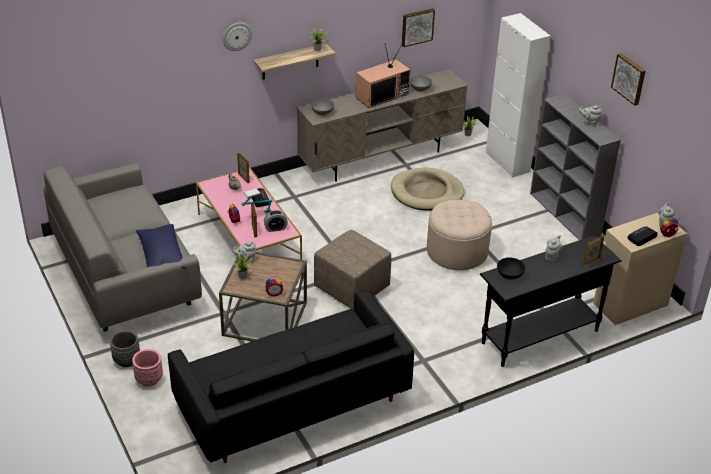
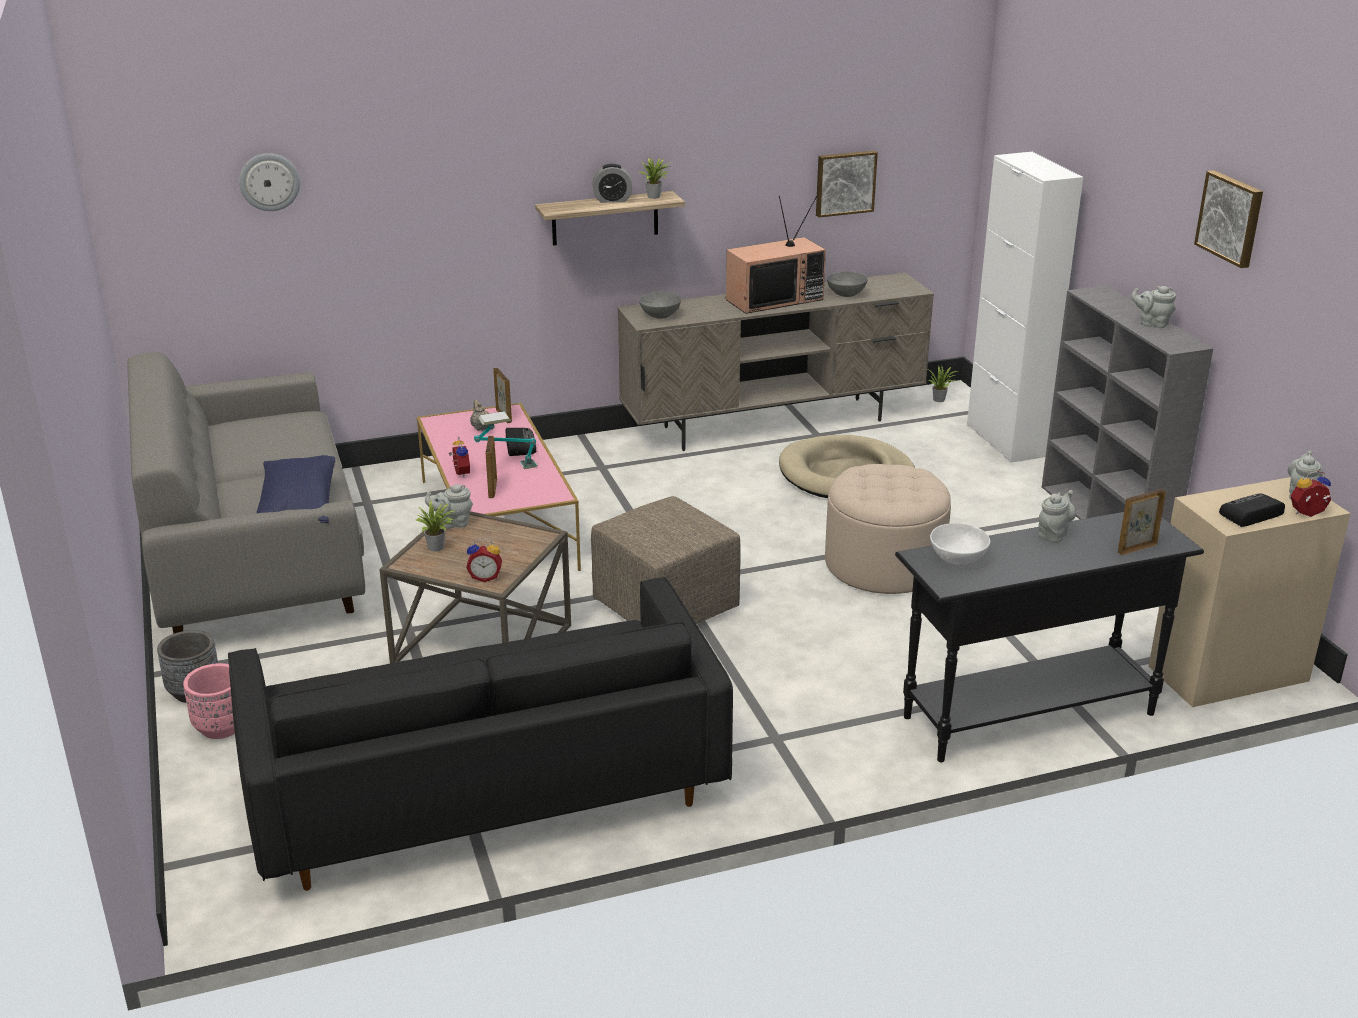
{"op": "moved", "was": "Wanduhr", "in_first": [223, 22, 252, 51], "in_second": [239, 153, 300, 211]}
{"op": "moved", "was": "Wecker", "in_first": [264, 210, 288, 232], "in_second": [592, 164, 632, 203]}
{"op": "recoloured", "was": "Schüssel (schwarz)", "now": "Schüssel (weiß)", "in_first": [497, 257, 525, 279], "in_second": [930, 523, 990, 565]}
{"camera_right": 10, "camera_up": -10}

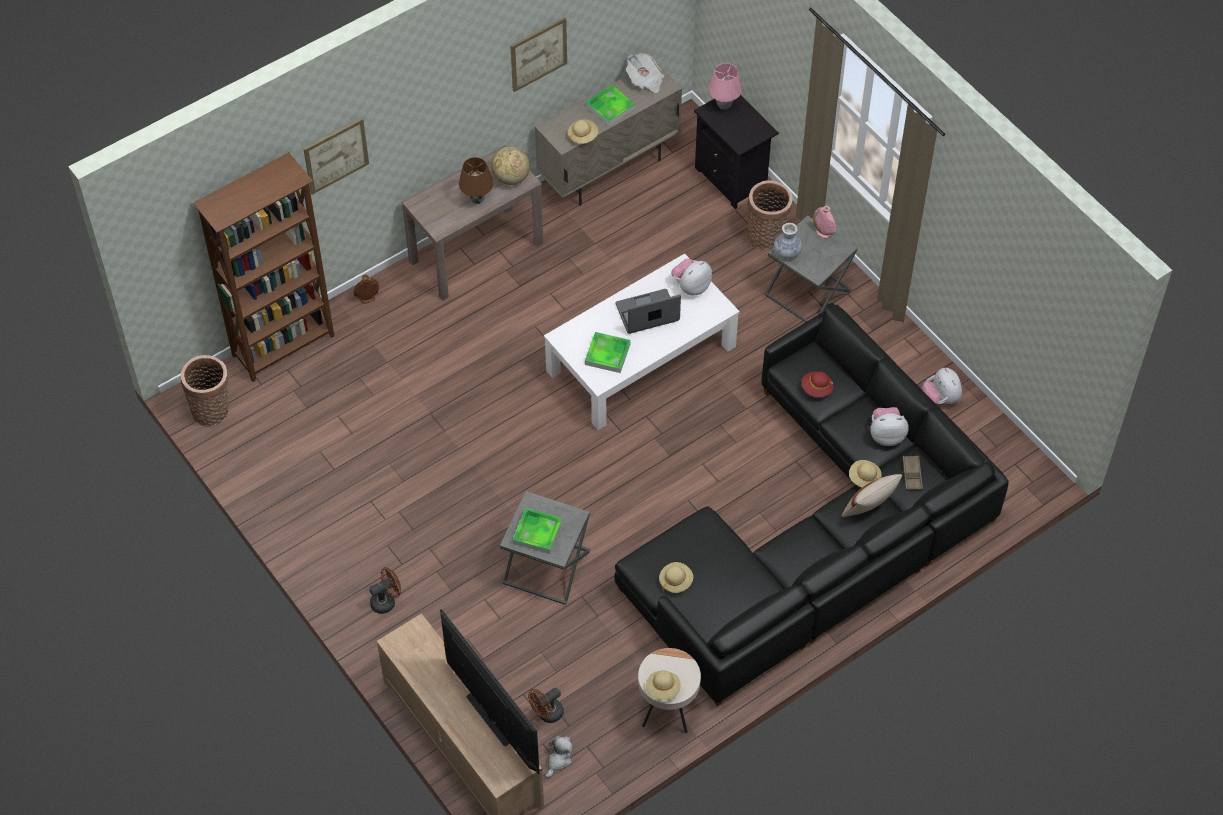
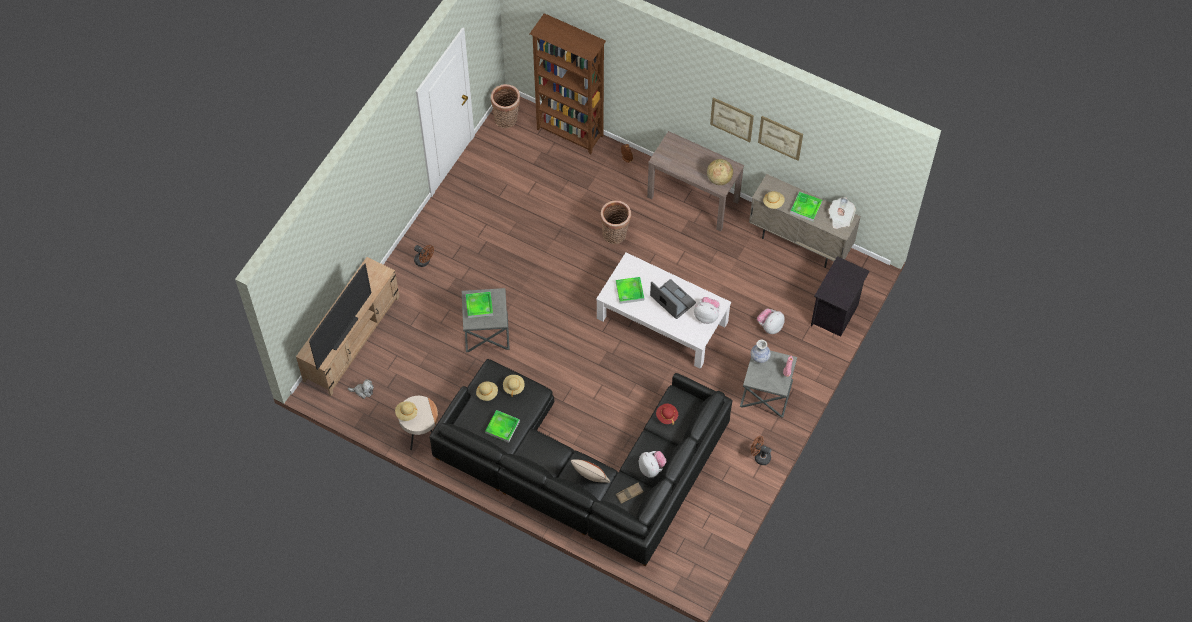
{"op": "removed", "was": "Tischlampe (rosa)", "in_first": [708, 63, 742, 110]}
{"op": "moved", "was": "Bild", "in_first": [303, 118, 369, 195], "in_second": [710, 98, 754, 142]}
{"op": "removed", "was": "Tischlampe (braun)", "in_first": [459, 157, 493, 204]}
{"op": "moved", "was": "Korb", "in_first": [747, 180, 793, 250], "in_second": [600, 200, 631, 244]}
{"op": "moved", "was": "Plüschtier", "in_first": [922, 368, 962, 404], "in_second": [757, 309, 785, 334]}
{"op": "moved", "was": "Hut (beige)", "in_first": [849, 460, 882, 487], "in_second": [503, 375, 525, 397]}
{"op": "moved", "was": "Ventilator (braun)", "in_first": [528, 687, 564, 723], "in_second": [751, 436, 772, 465]}
{"op": "added", "now": "Tablett", "in_second": [485, 410, 520, 443]}
{"camera_right": 65, "camera_up": 5}

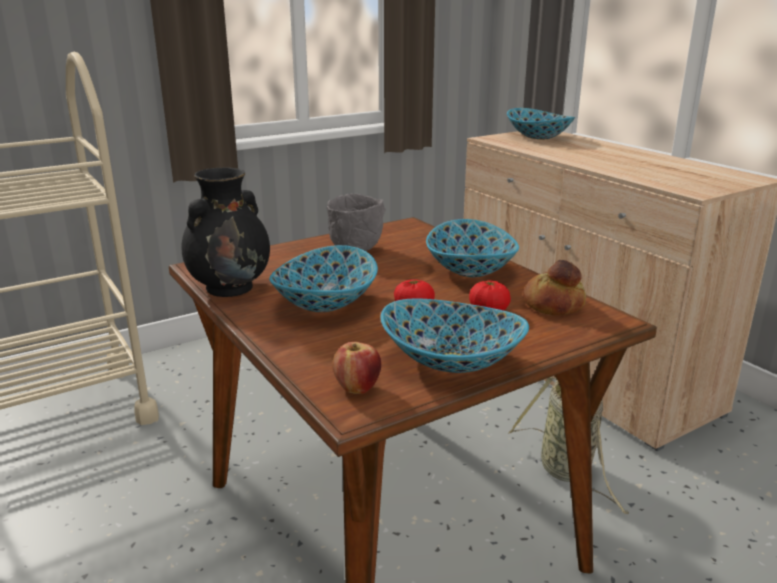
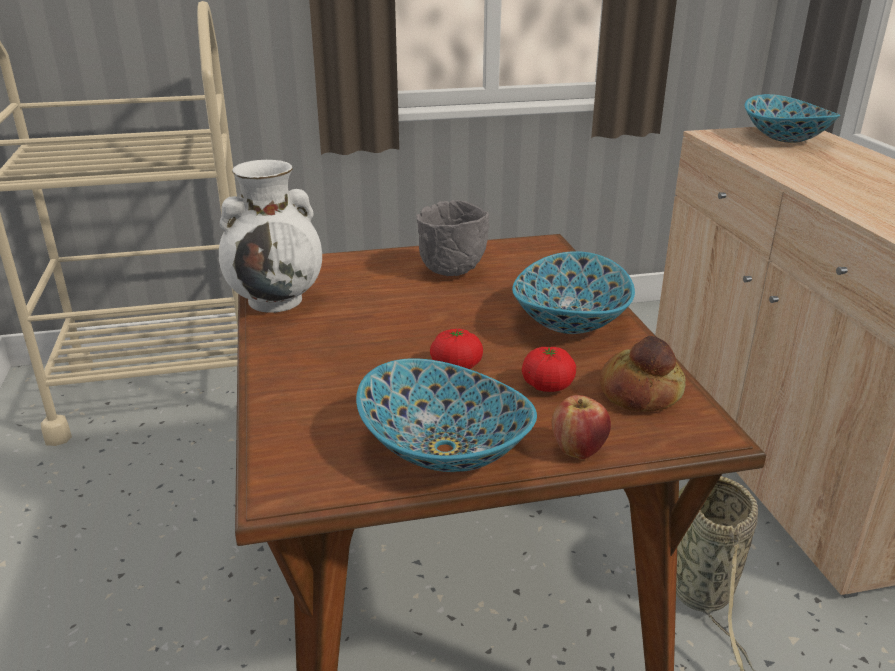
{"op": "recoloured", "was": "Vase (schwarz)", "now": "Vase (weiß)", "in_first": [181, 168, 270, 297], "in_second": [219, 160, 322, 313]}
{"op": "removed", "was": "Schüssel", "in_first": [269, 245, 378, 312]}
{"op": "moved", "was": "Apfel", "in_first": [332, 342, 381, 394], "in_second": [551, 395, 611, 459]}
{"camera_right": 20, "camera_up": 5}

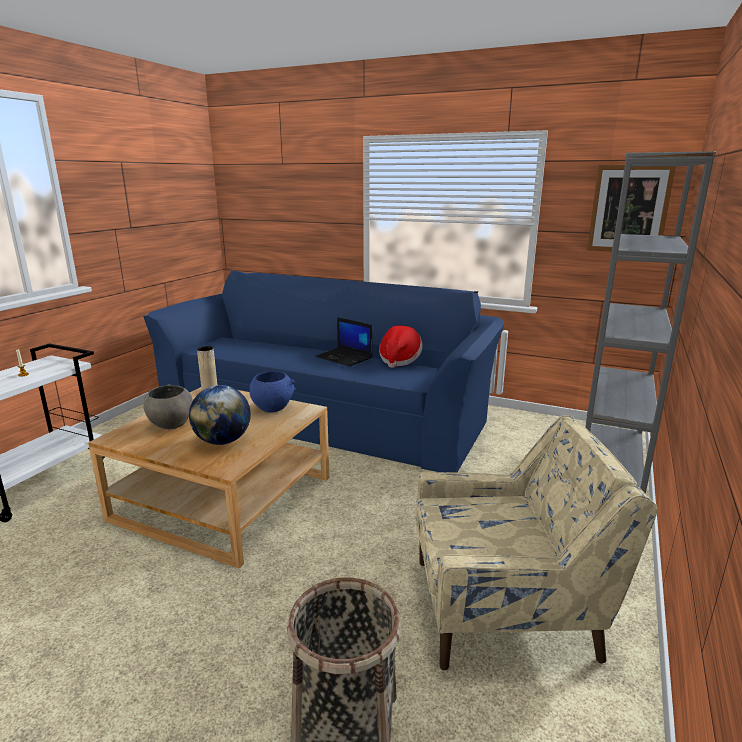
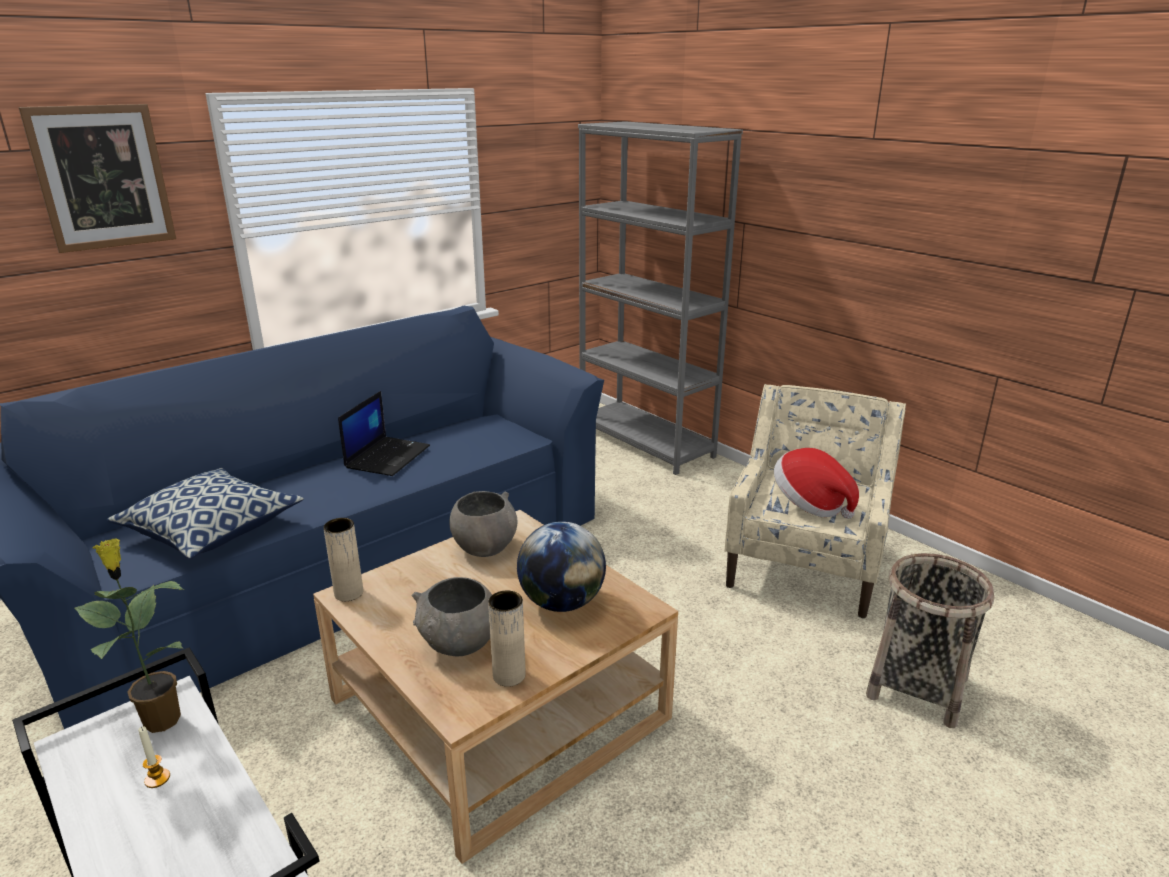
{"op": "moved", "was": "Bild", "in_first": [587, 165, 676, 251], "in_second": [18, 104, 176, 253]}
{"op": "turned", "was": "Laptop", "in_first": [315, 317, 372, 366], "in_second": [338, 391, 430, 476], "clockwise": -45}
{"op": "moved", "was": "Hut", "in_first": [379, 326, 423, 368], "in_second": [774, 448, 859, 519]}
{"op": "recoloured", "was": "Schüssel (blau)", "now": "Schüssel (grau)", "in_first": [249, 371, 295, 412], "in_second": [449, 491, 518, 557]}
{"op": "added", "now": "Kissen", "in_second": [107, 468, 304, 559]}
{"op": "added", "now": "Topfpflanze", "in_second": [75, 538, 185, 733]}
{"op": "added", "now": "Vase (beige)", "in_second": [488, 590, 526, 687]}
{"camera_right": -65, "camera_up": 5}

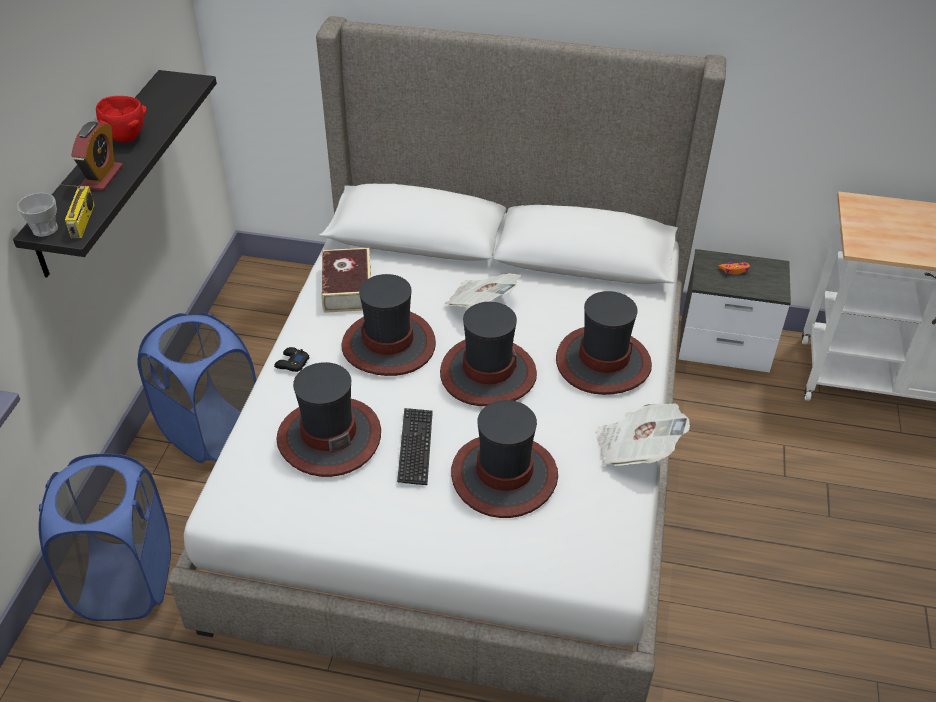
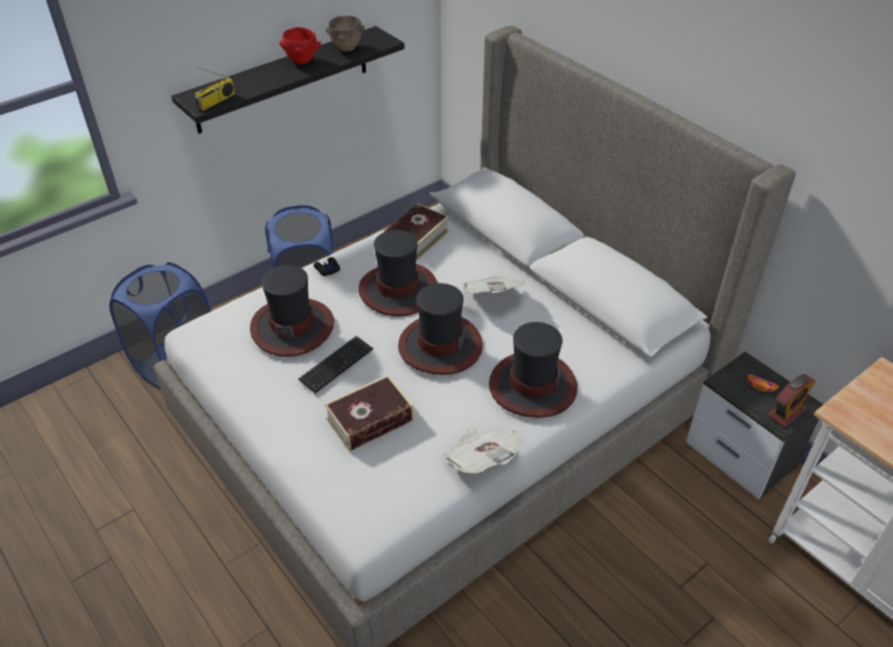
{"op": "moved", "was": "Wecker", "in_first": [71, 121, 123, 191], "in_second": [767, 374, 815, 428]}
{"op": "removed", "was": "Tasse", "in_first": [17, 193, 58, 237]}
{"op": "replaced", "was": "Hut", "now": "Buch", "in_first": [451, 400, 558, 518], "in_second": [324, 375, 414, 452]}
{"op": "added", "now": "Schüssel (braun)", "in_second": [325, 16, 365, 52]}
{"camera_right": 40, "camera_up": 0}

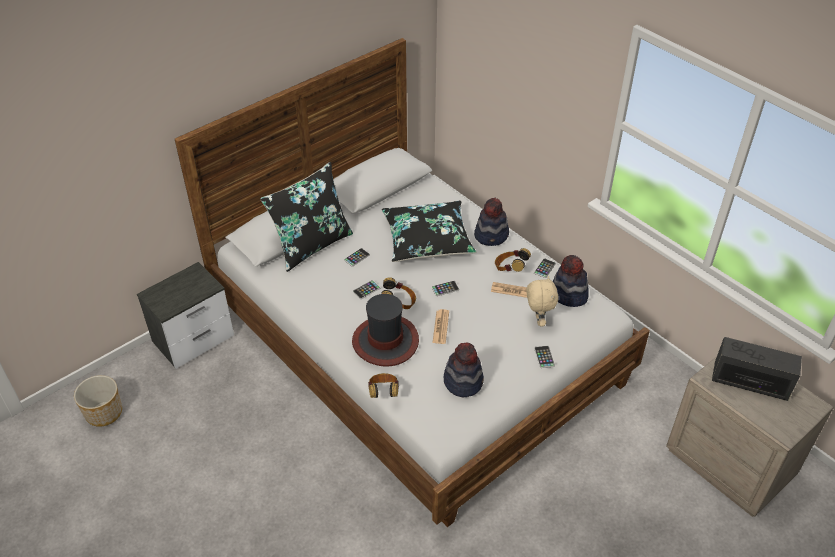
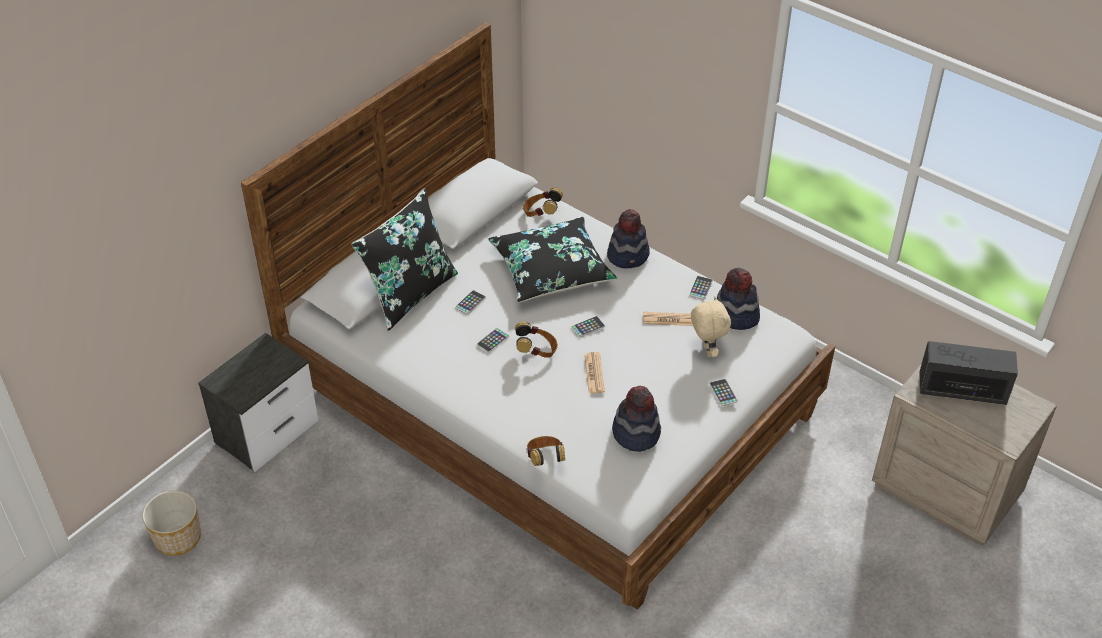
{"op": "moved", "was": "Kopfhörer", "in_first": [495, 248, 531, 272], "in_second": [523, 188, 563, 217]}
{"op": "removed", "was": "Hut", "in_first": [352, 294, 419, 366]}
{"camera_right": -10, "camera_up": 0}

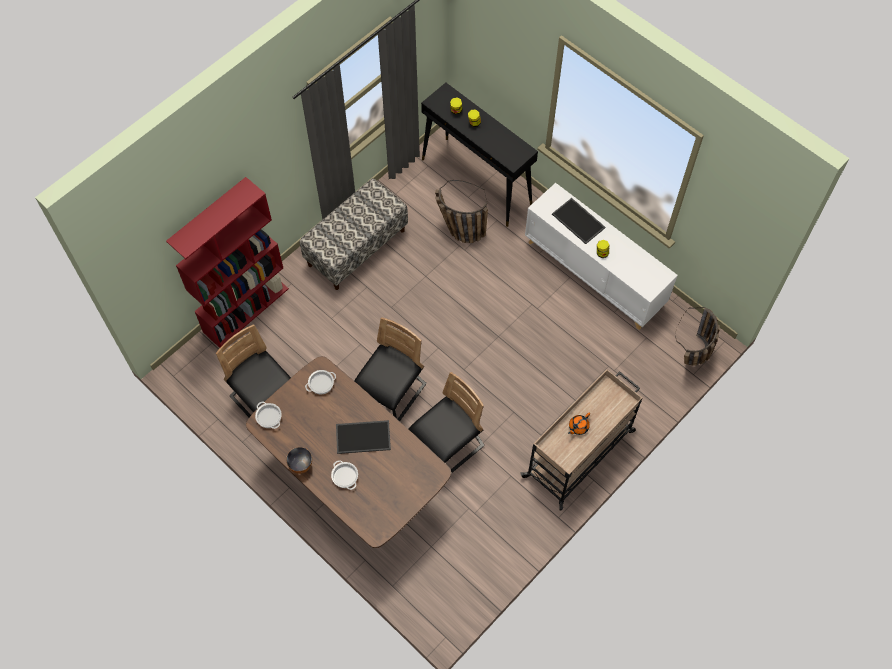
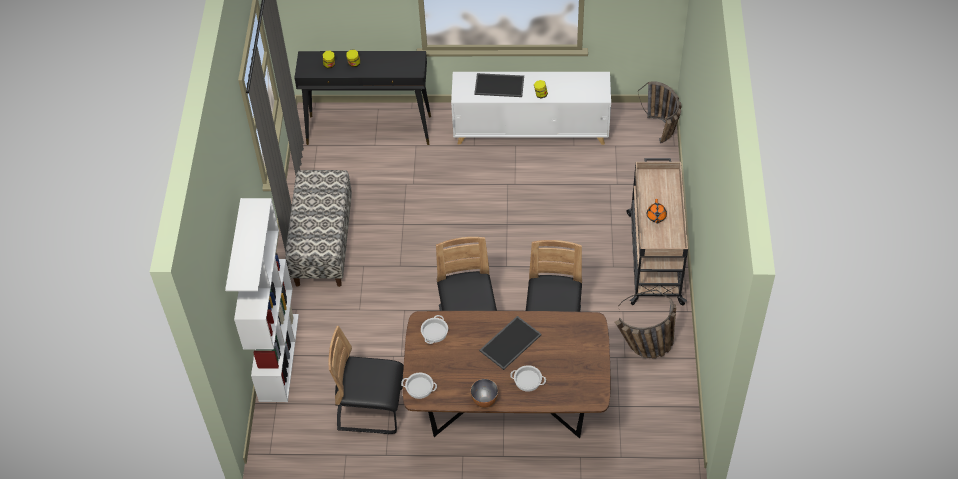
{"op": "recoloured", "was": "Bücherregal (rot)", "now": "Bücherregal (weiß)", "in_first": [166, 177, 289, 348], "in_second": [225, 198, 299, 402]}
{"op": "moved", "was": "Korb", "in_first": [435, 180, 488, 243], "in_second": [615, 290, 676, 358]}
{"camera_right": -40, "camera_up": -10}

